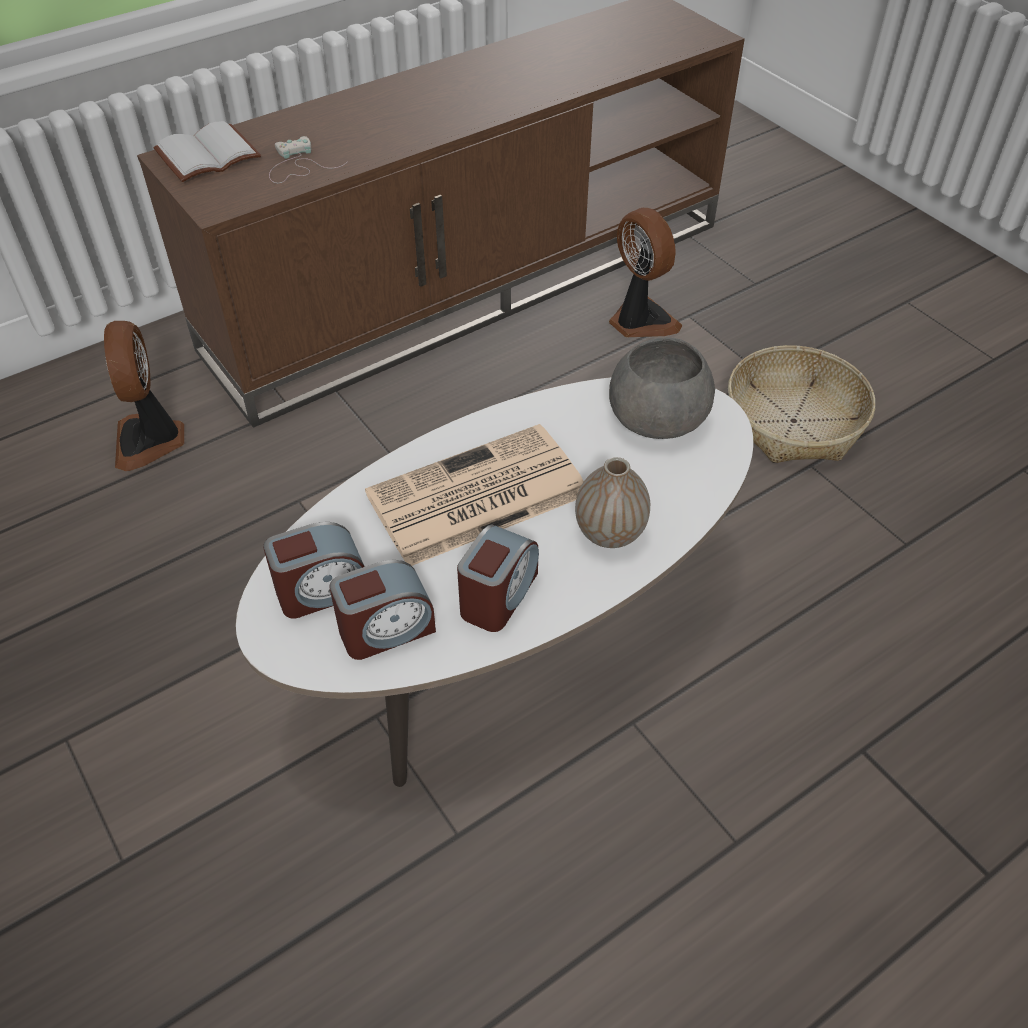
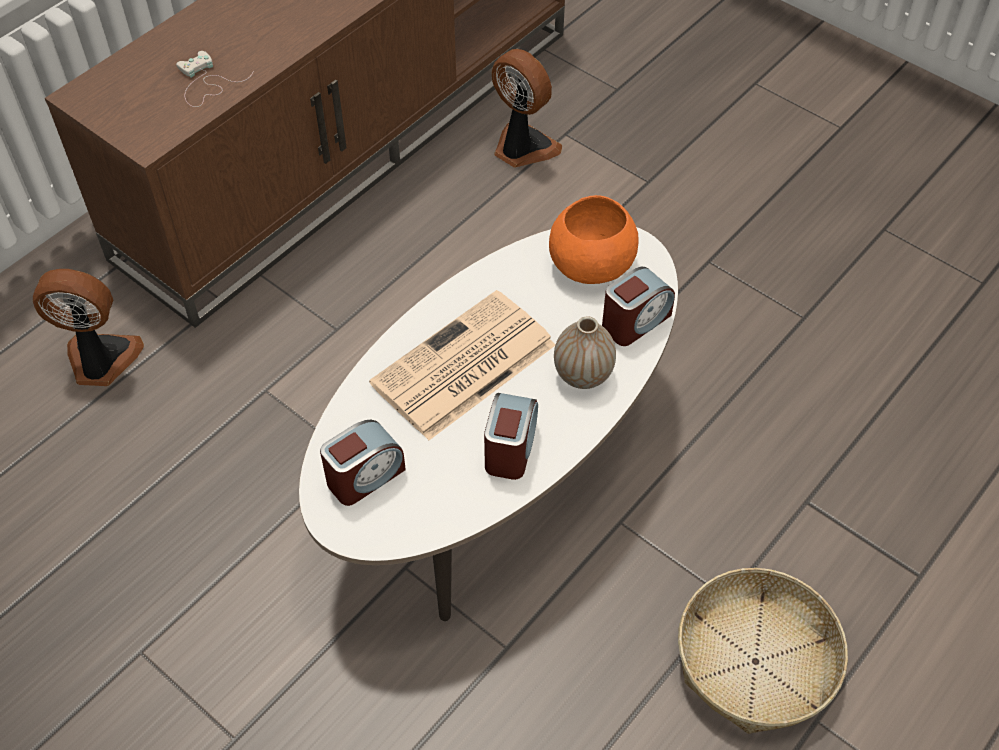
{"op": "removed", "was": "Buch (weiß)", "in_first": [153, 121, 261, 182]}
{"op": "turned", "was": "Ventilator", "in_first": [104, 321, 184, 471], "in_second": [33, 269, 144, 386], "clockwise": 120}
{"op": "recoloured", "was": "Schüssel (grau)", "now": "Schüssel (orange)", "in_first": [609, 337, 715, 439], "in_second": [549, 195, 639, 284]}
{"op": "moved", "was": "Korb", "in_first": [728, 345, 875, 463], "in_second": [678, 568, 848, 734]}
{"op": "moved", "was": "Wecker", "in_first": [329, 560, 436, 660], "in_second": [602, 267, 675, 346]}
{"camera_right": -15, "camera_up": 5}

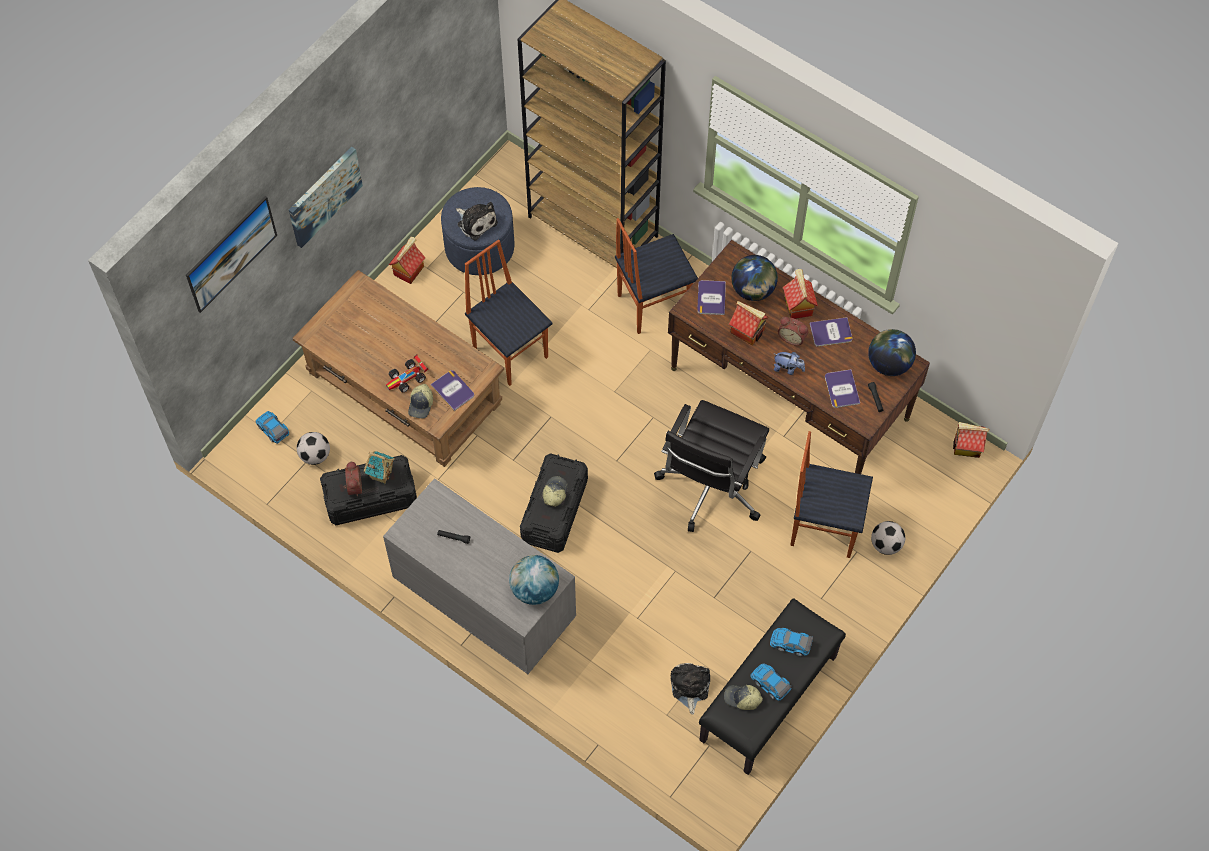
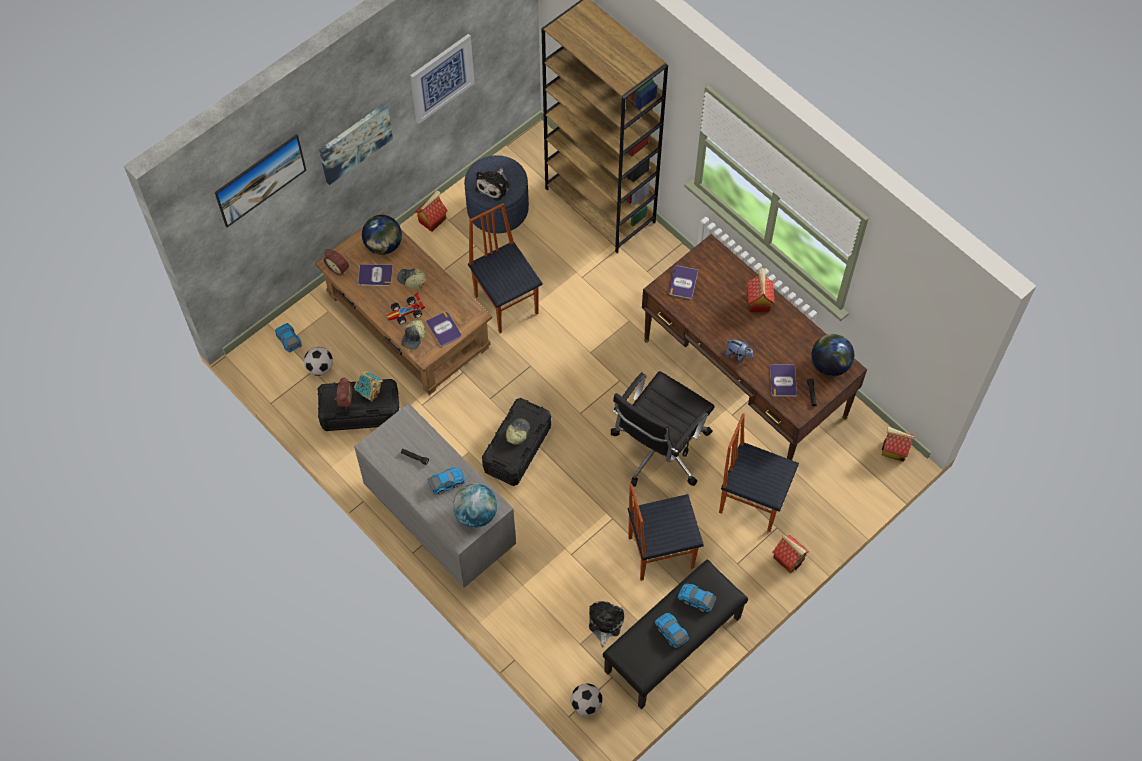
{"op": "turned", "was": "Plüschtier", "in_first": [456, 202, 498, 241], "in_second": [475, 168, 510, 201], "clockwise": 60}
{"op": "moved", "was": "Stuhl", "in_first": [615, 218, 698, 334], "in_second": [628, 483, 704, 581]}
{"op": "moved", "was": "Globus", "in_first": [731, 255, 778, 301], "in_second": [362, 215, 402, 255]}
{"op": "moved", "was": "Spielzeughaus", "in_first": [729, 301, 768, 346], "in_second": [772, 535, 809, 573]}
{"op": "moved", "was": "Wecker", "in_first": [778, 317, 809, 346], "in_second": [324, 249, 349, 276]}
{"op": "moved", "was": "Buch", "in_first": [810, 317, 852, 347], "in_second": [358, 264, 393, 286]}
{"op": "moved", "was": "Fußball", "in_first": [871, 521, 905, 555], "in_second": [571, 683, 603, 716]}
{"op": "moved", "was": "Kappe", "in_first": [724, 685, 763, 710], "in_second": [397, 268, 426, 289]}
{"op": "added", "now": "Bild", "in_second": [410, 34, 475, 124]}
{"op": "added", "now": "Spielzeugauto", "in_second": [427, 467, 466, 495]}
{"camera_right": 10, "camera_up": 0}

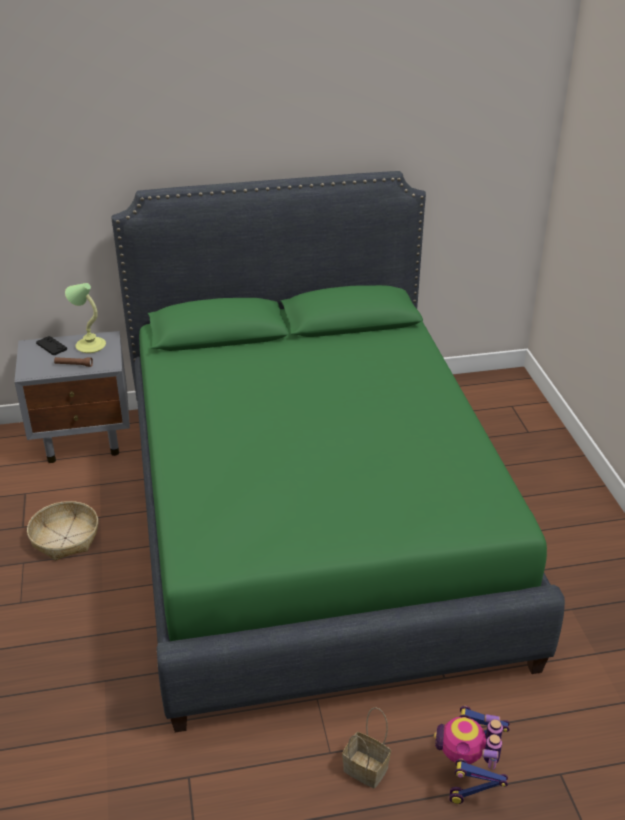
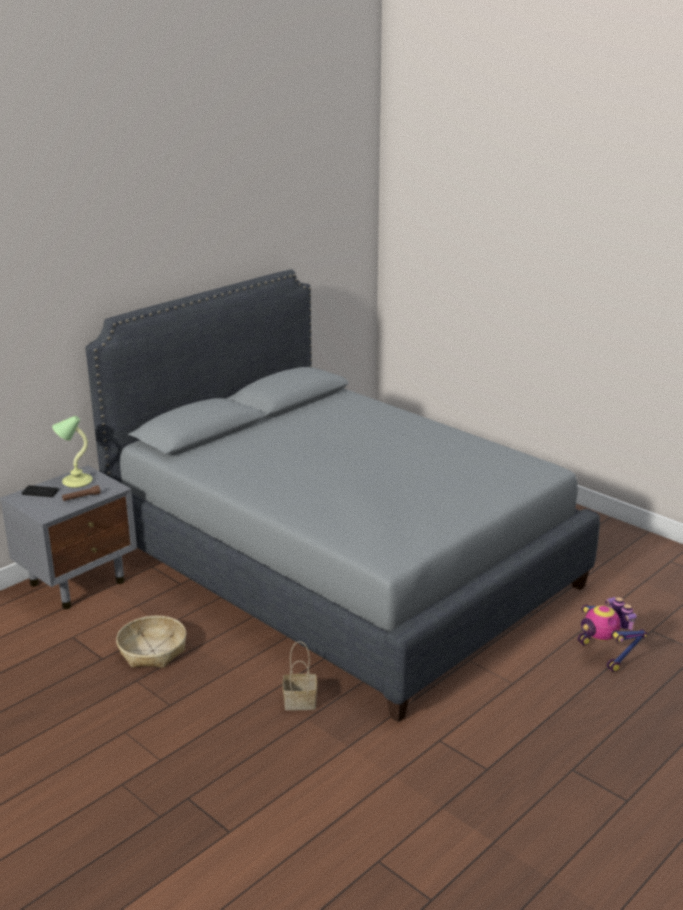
{"op": "recoloured", "was": "Bett (grün)", "now": "Bett (grau)", "in_first": [111, 171, 565, 733], "in_second": [85, 269, 600, 722]}
{"op": "moved", "was": "Korb", "in_first": [342, 707, 391, 788], "in_second": [283, 641, 317, 710]}
{"camera_right": -35, "camera_up": -10}

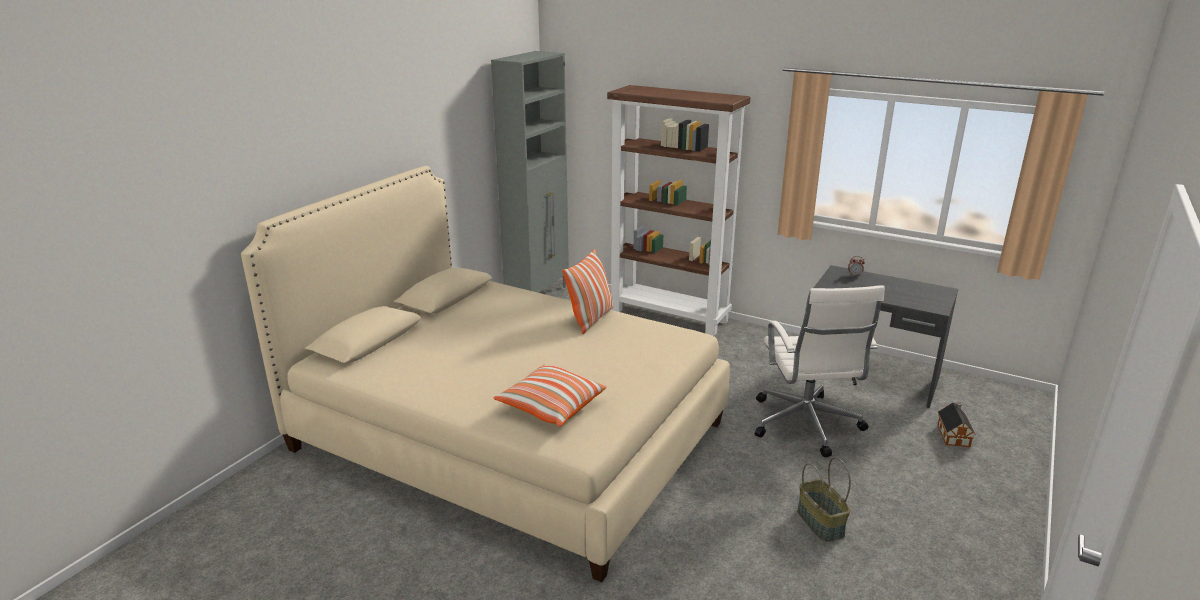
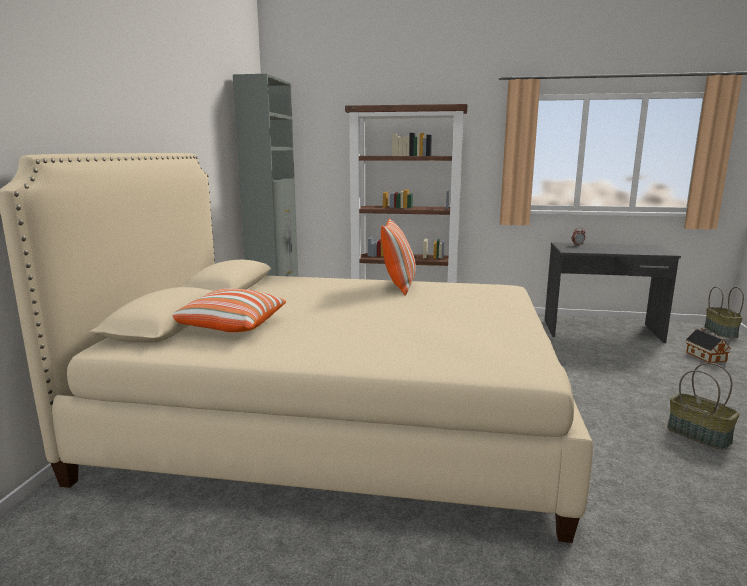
{"op": "removed", "was": "Bürostuhl (weiß)", "in_first": [755, 285, 885, 457]}
{"op": "moved", "was": "Kissen", "in_first": [494, 364, 606, 427], "in_second": [173, 288, 286, 332]}
{"op": "added", "now": "Korb", "in_second": [704, 286, 744, 338]}
{"camera_right": -20, "camera_up": -10}

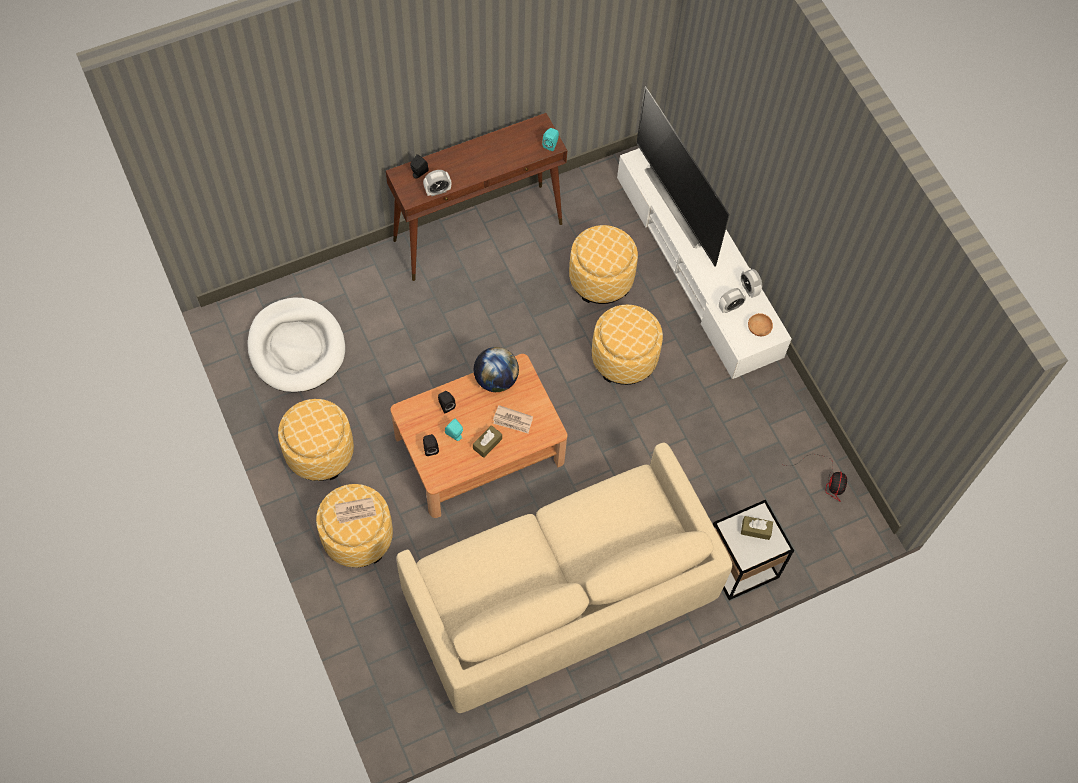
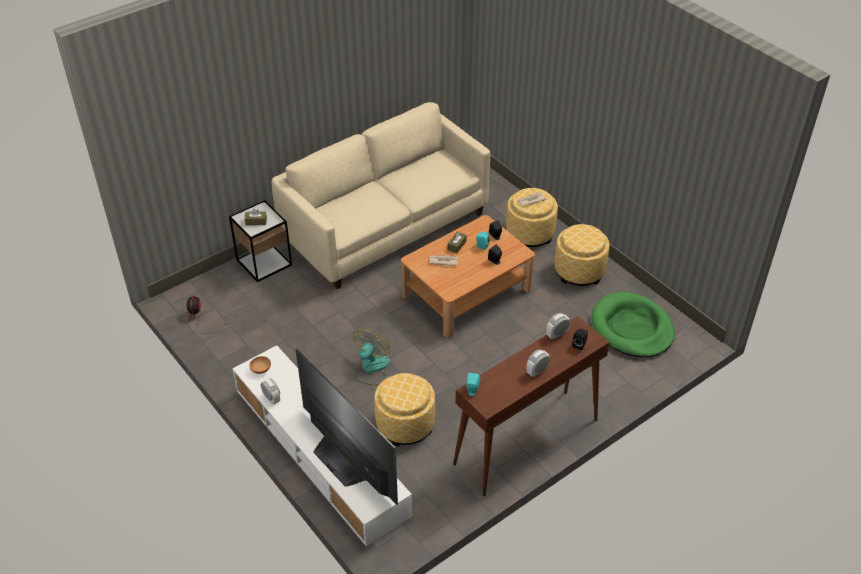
{"op": "moved", "was": "Wecker", "in_first": [719, 288, 746, 313], "in_second": [526, 350, 550, 377]}
{"op": "recoloured", "was": "Hundebett (weiß)", "now": "Hundebett (grün)", "in_first": [247, 298, 345, 392], "in_second": [591, 292, 675, 357]}
{"op": "replaced", "was": "Polsterhocker", "now": "Ventilator", "in_first": [592, 305, 663, 385], "in_second": [353, 328, 390, 386]}
{"op": "removed", "was": "Globus", "in_first": [473, 347, 519, 392]}
{"camera_right": 170, "camera_up": -20}

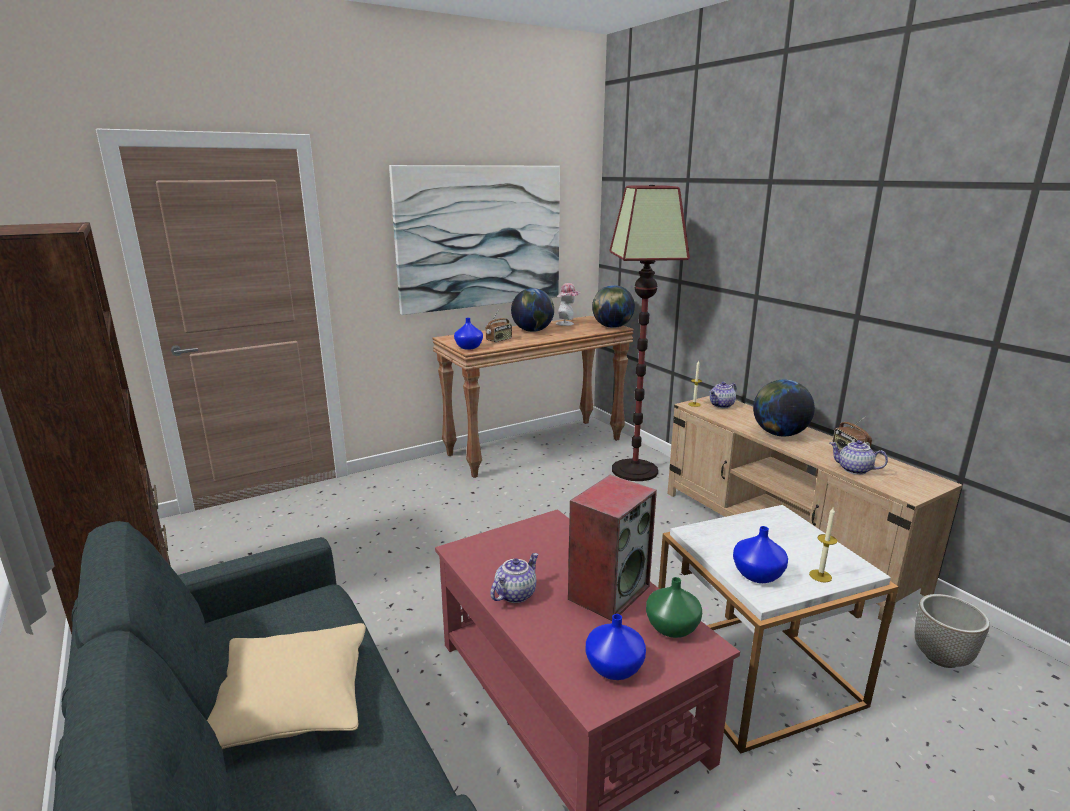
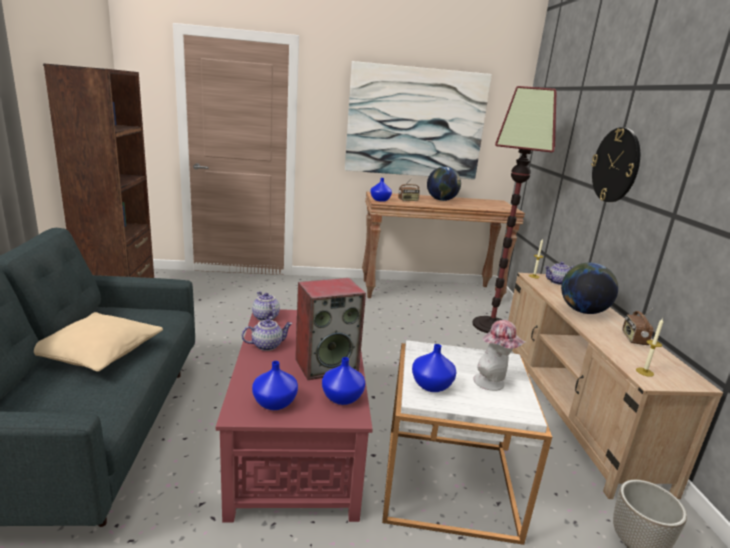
{"op": "moved", "was": "Hut", "in_first": [556, 283, 581, 326], "in_second": [473, 320, 525, 391]}
{"op": "removed", "was": "Globus", "in_first": [592, 285, 635, 328]}
{"op": "moved", "was": "Teekanne", "in_first": [830, 440, 888, 475], "in_second": [252, 291, 280, 321]}
{"op": "moved", "was": "Kerze", "in_first": [809, 508, 837, 583], "in_second": [636, 318, 663, 377]}
{"op": "recoloured", "was": "Vase (grün)", "now": "Vase (blau)", "in_first": [646, 577, 702, 638], "in_second": [322, 357, 365, 405]}
{"op": "added", "now": "Wanduhr", "in_second": [591, 127, 640, 202]}
{"camera_right": 25, "camera_up": 0}

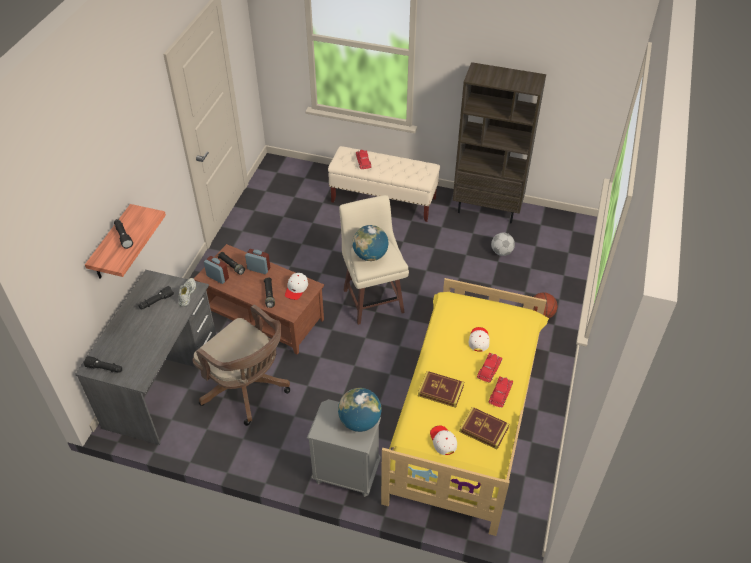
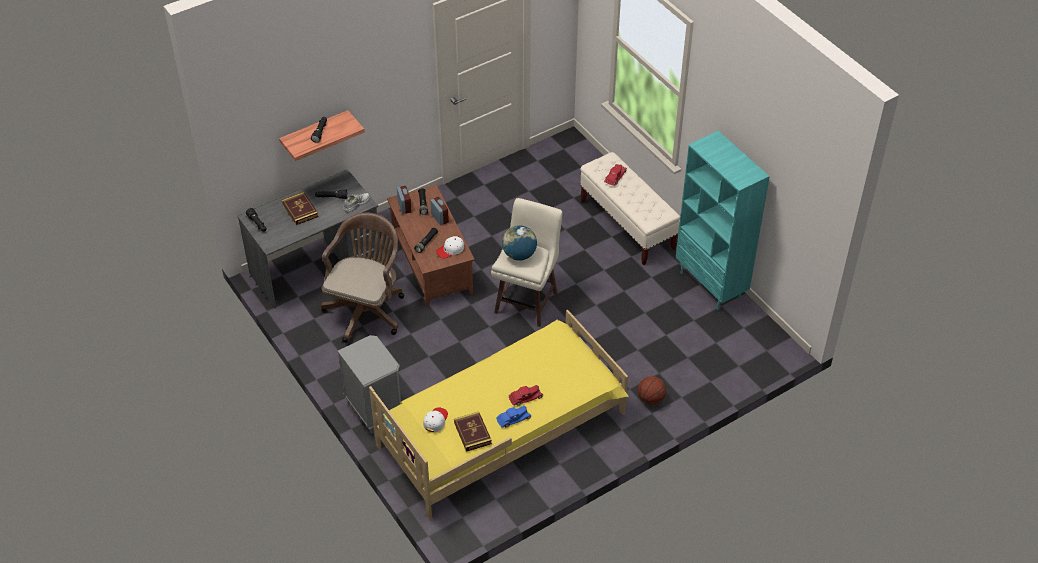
{"op": "recoloured", "was": "Bücherregal (braun)", "now": "Bücherregal (türkis)", "in_first": [453, 62, 546, 224], "in_second": [676, 131, 770, 311]}
{"op": "removed", "was": "Fußball", "in_first": [491, 233, 515, 256]}
{"op": "turned", "was": "Bürostuhl (braun)", "in_first": [193, 304, 290, 426], "in_second": [321, 213, 404, 343], "clockwise": -150}
{"op": "removed", "was": "Kappe (weiß)", "in_first": [469, 327, 490, 352]}
{"op": "moved", "was": "Buch", "in_first": [418, 371, 464, 408], "in_second": [282, 192, 318, 225]}
{"op": "recoloured", "was": "Spielzeugauto (rot)", "now": "Spielzeugauto (blau)", "in_first": [489, 376, 513, 408], "in_second": [496, 406, 531, 428]}
{"op": "removed", "was": "Globus", "in_first": [338, 388, 382, 432]}
{"camera_right": 40, "camera_up": 0}

